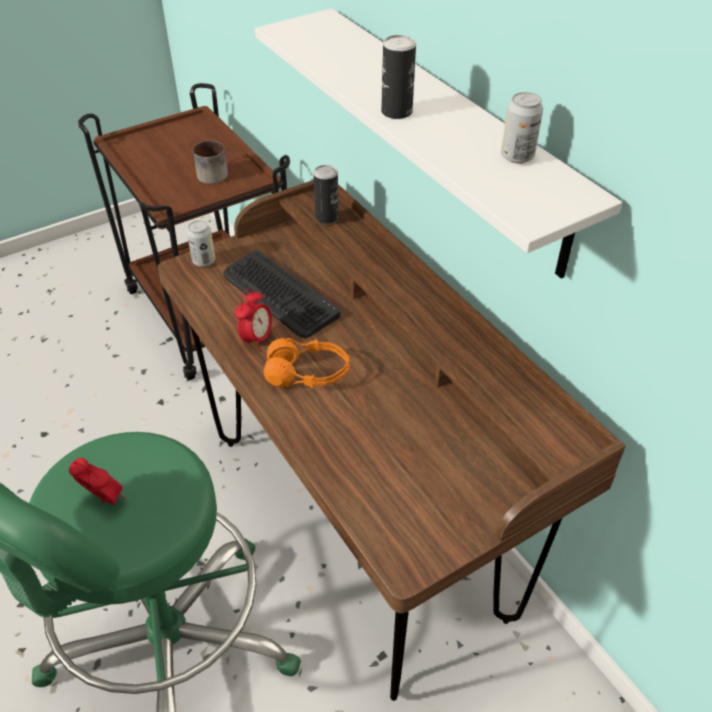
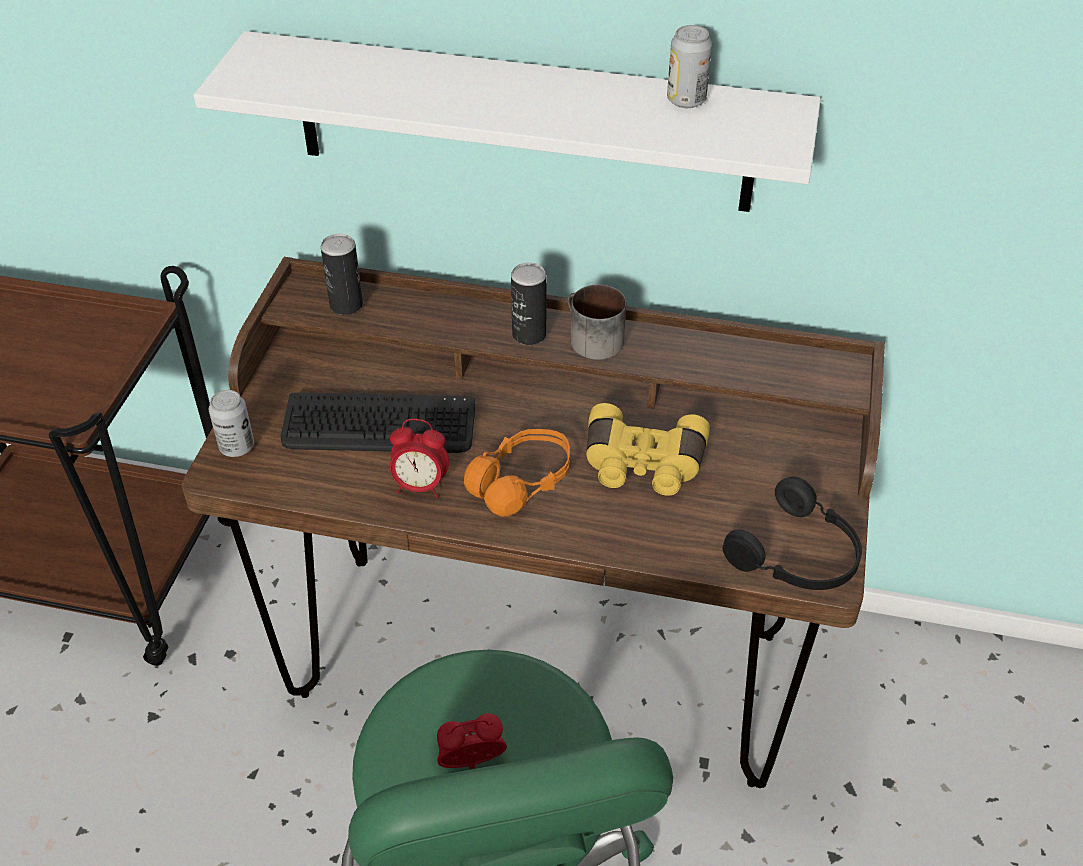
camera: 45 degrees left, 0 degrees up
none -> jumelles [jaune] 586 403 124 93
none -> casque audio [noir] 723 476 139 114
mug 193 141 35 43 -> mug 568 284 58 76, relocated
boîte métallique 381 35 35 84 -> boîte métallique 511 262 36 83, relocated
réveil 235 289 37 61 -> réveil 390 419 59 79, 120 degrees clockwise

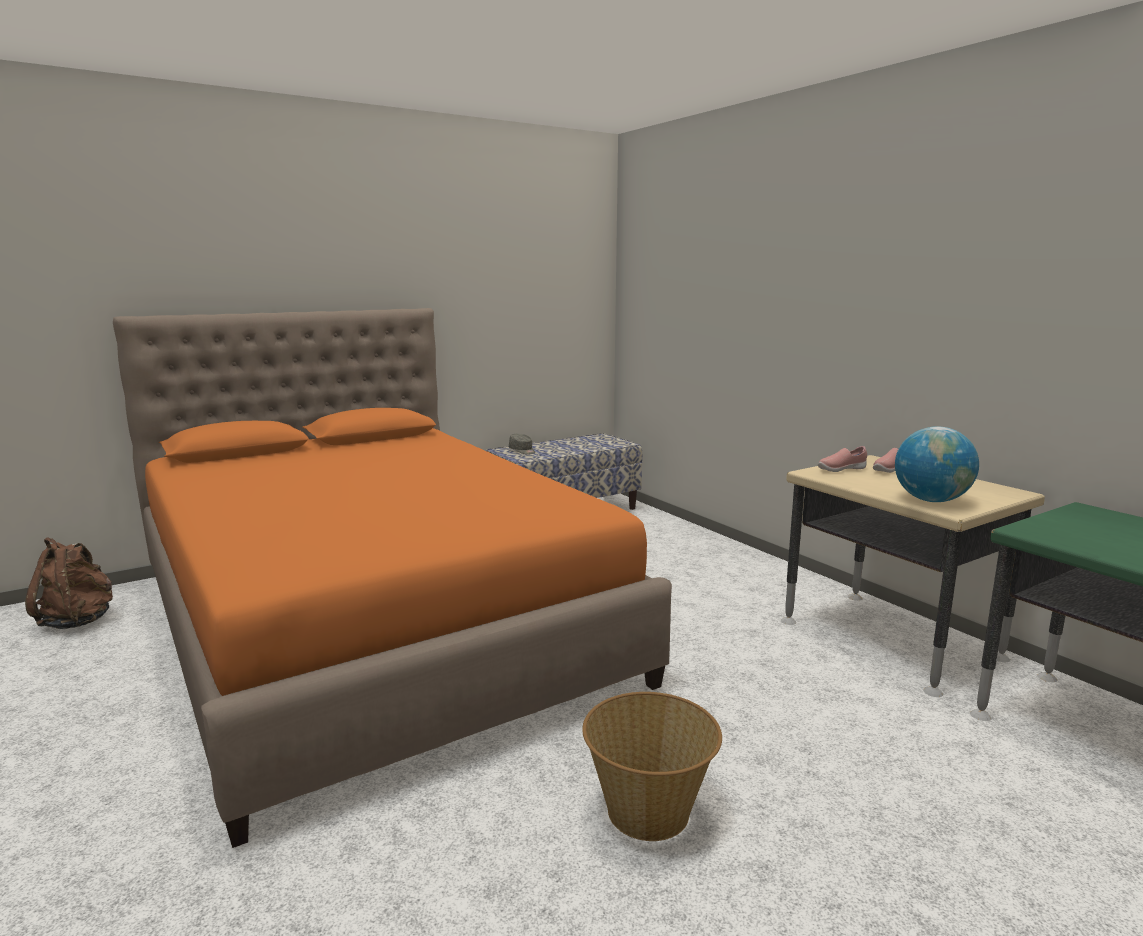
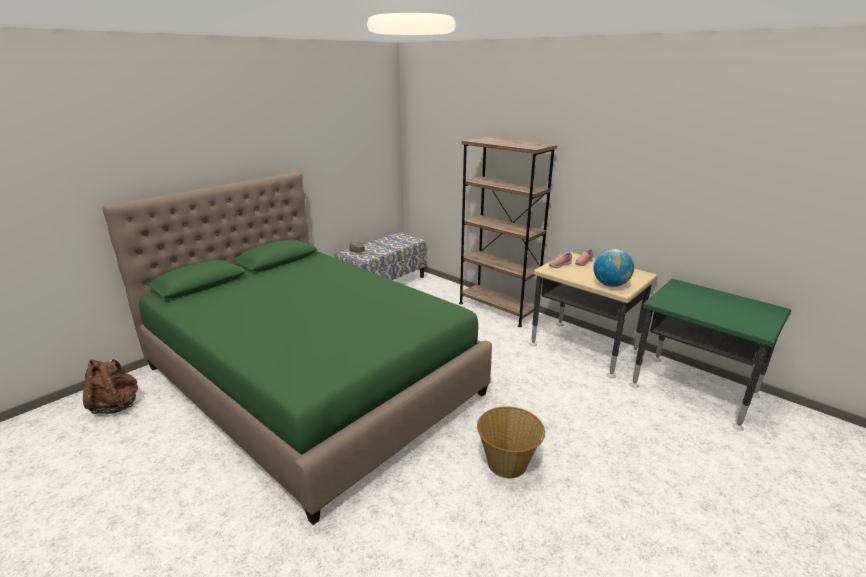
camera: 15 degrees left, 10 degrees up
none -> bibliothèque [marron] 459 137 98 190
lit [orange] 113 308 559 540 -> lit [vert] 102 172 390 353

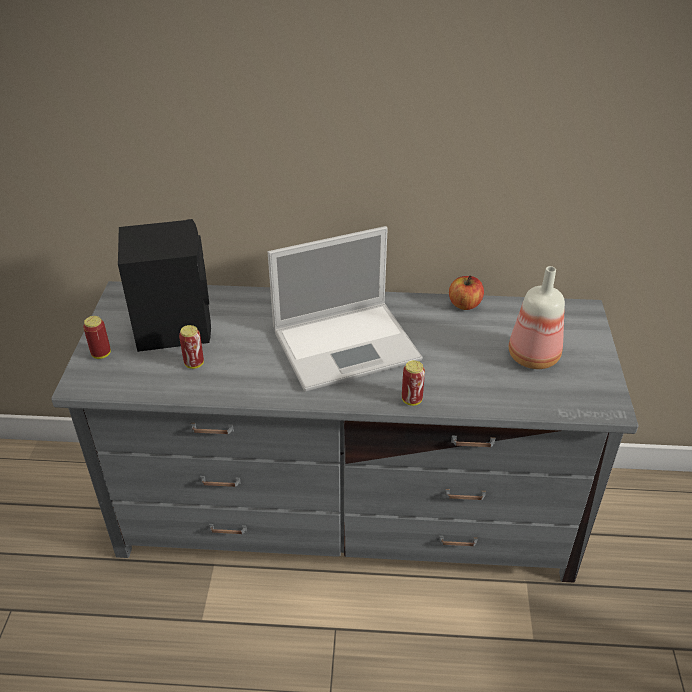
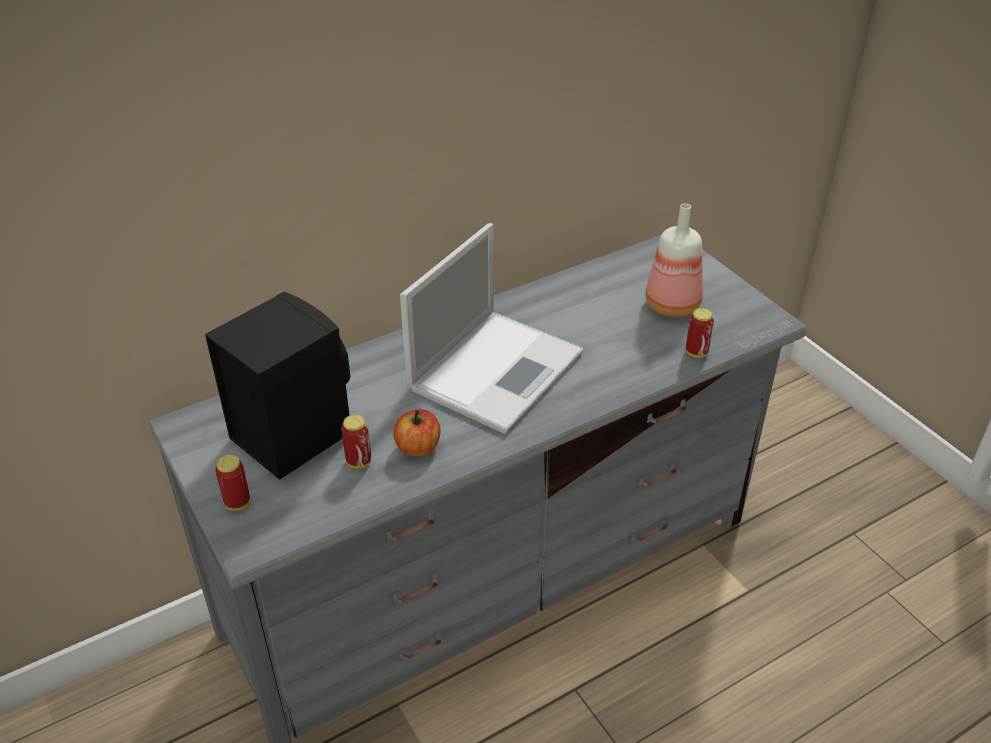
camera: 35 degrees left, 0 degrees up
boîte métallique 402 360 23 46 -> boîte métallique 686 308 28 50, relocated
pomme 449 276 35 34 -> pomme 394 409 47 47, relocated

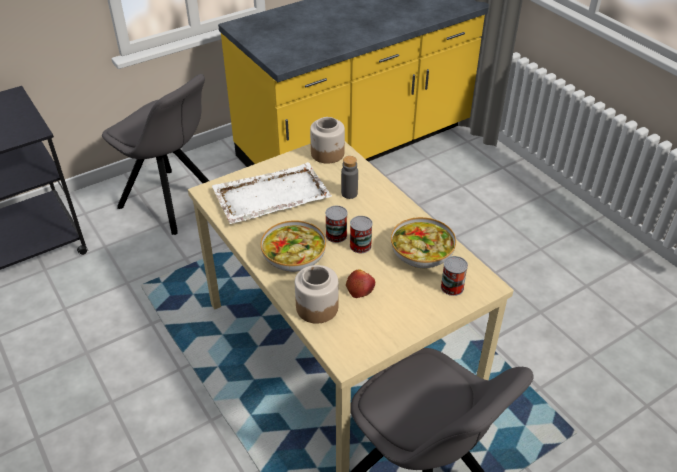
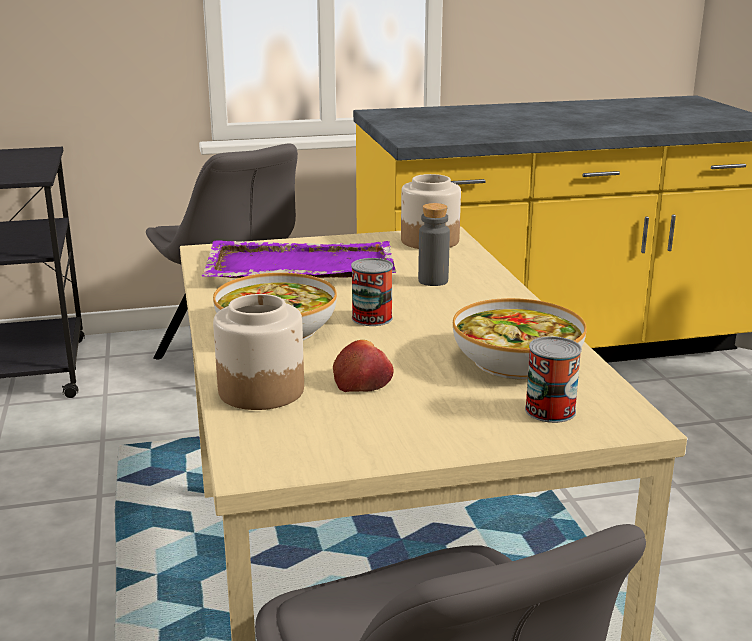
camera: 20 degrees right, 20 degrees down
boîte métallique 350 216 23 37 -> none
plateau [blanc] 212 162 120 62 -> plateau [violet] 201 241 195 37

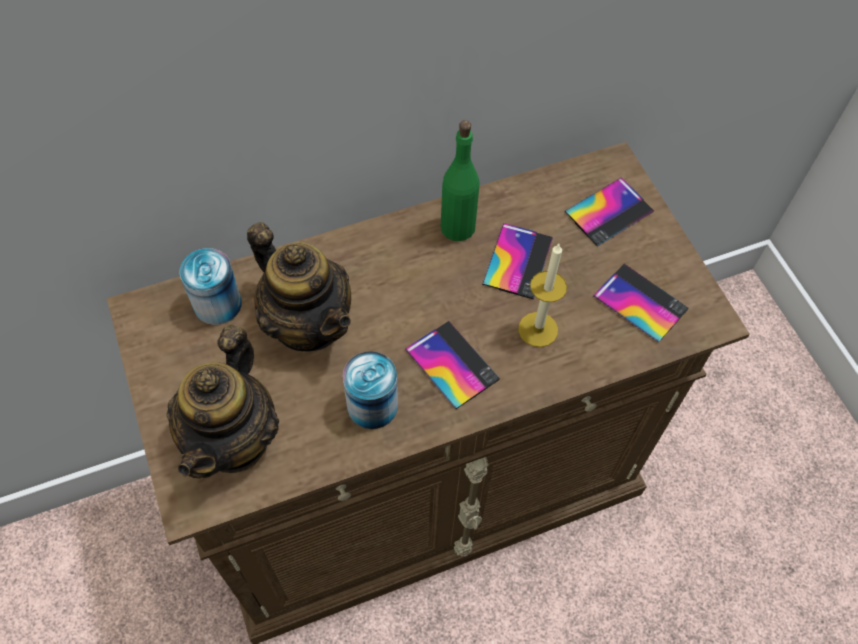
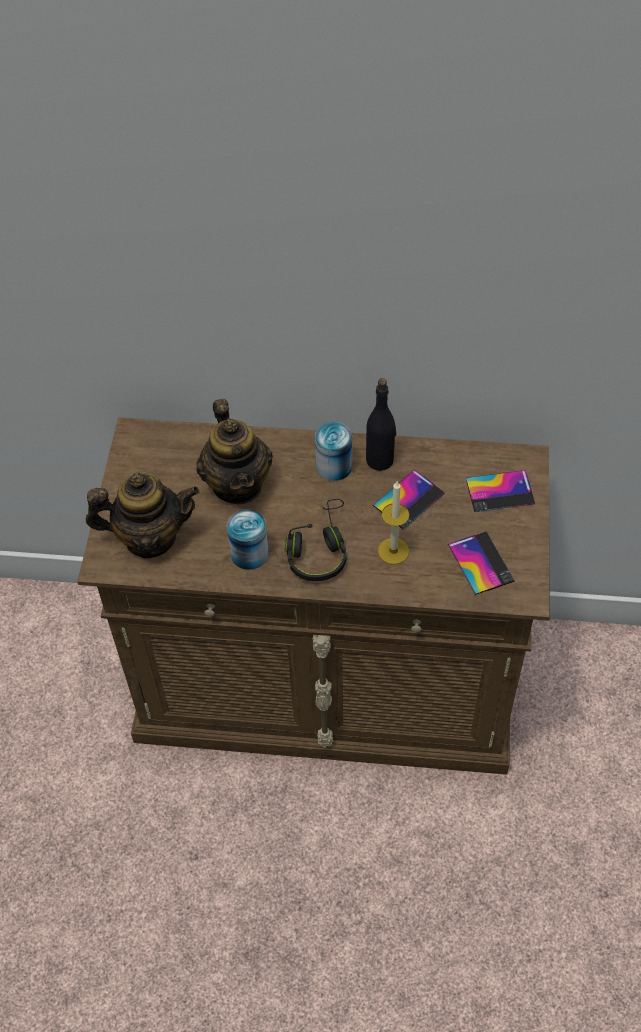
camera: 30 degrees right, 5 degrees down
boîte métallique 179 248 63 77 -> boîte métallique 315 422 37 59, relocated
téléphone 405 321 95 88 -> casque audio [noir] 285 499 62 82
bouteille [vert] 441 120 39 121 -> bouteille [noir] 366 378 30 93
théière 166 325 113 154 -> théière 86 472 113 86, 135 degrees counterclockwise

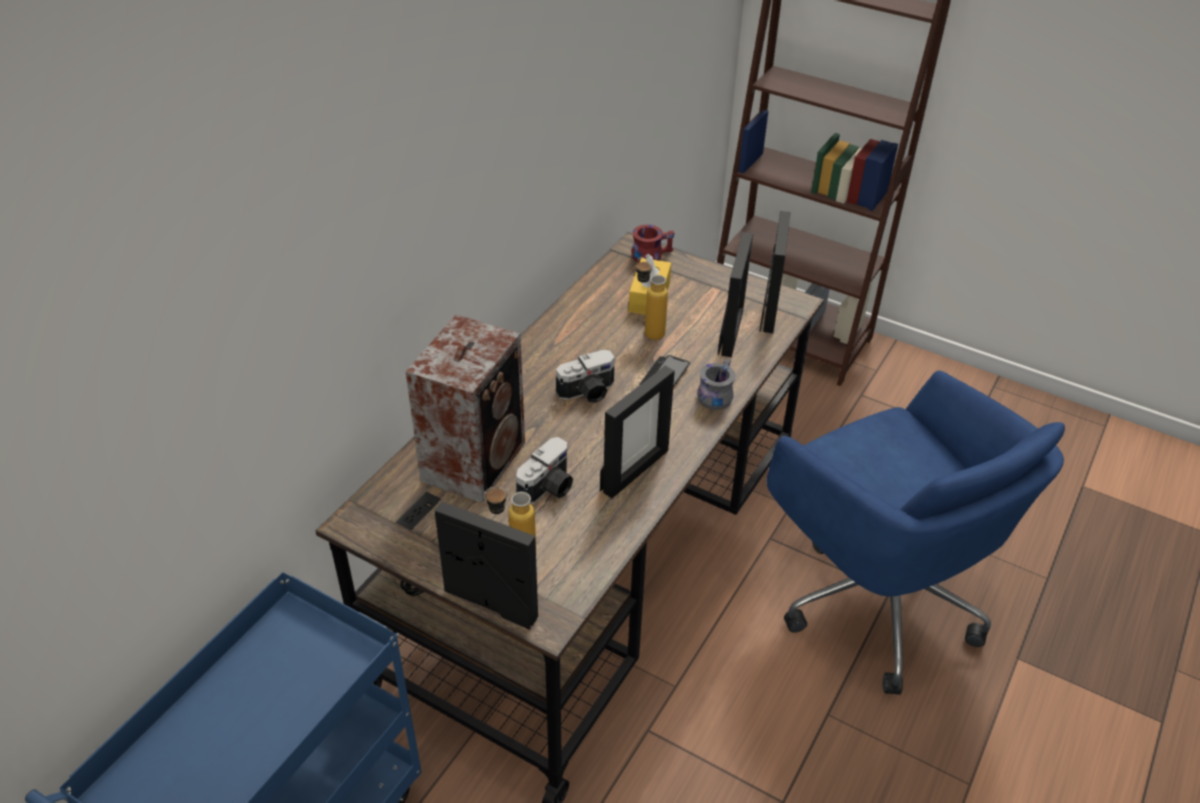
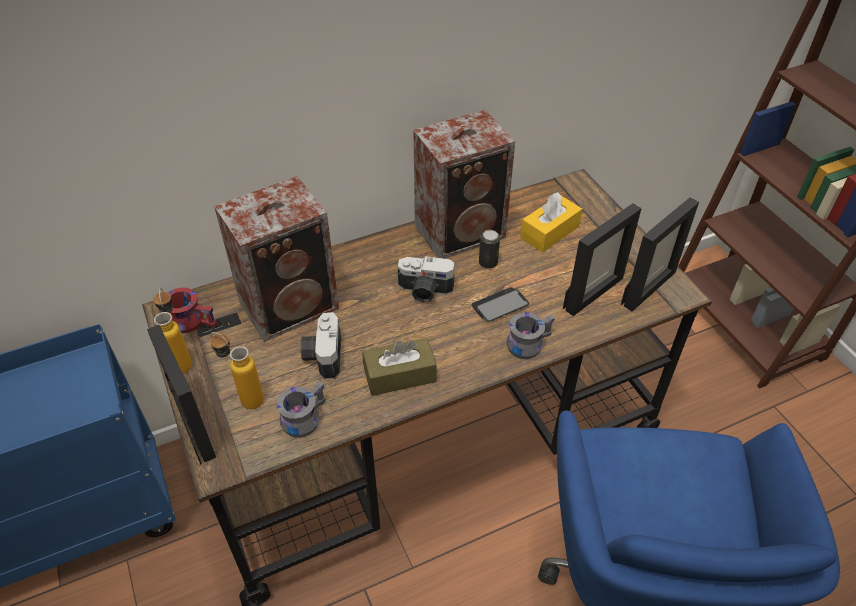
camera: 35 degrees right, 5 degrees up
none -> mug [gris] 276 381 50 57
none -> enceinte 413 110 102 148
none -> boîte métallique 479 230 21 39
mug [rouge] 631 225 44 38 -> mug [rouge] 168 288 49 45, relocated
bouteille 636 257 32 83 -> bouteille 153 288 39 86, relocated
cadre photo 600 366 75 132 -> boîte à mouchoirs [marron] 362 338 75 58
appareil photo 516 437 57 67 -> appareil photo 300 312 41 68, 105 degrees clockwise

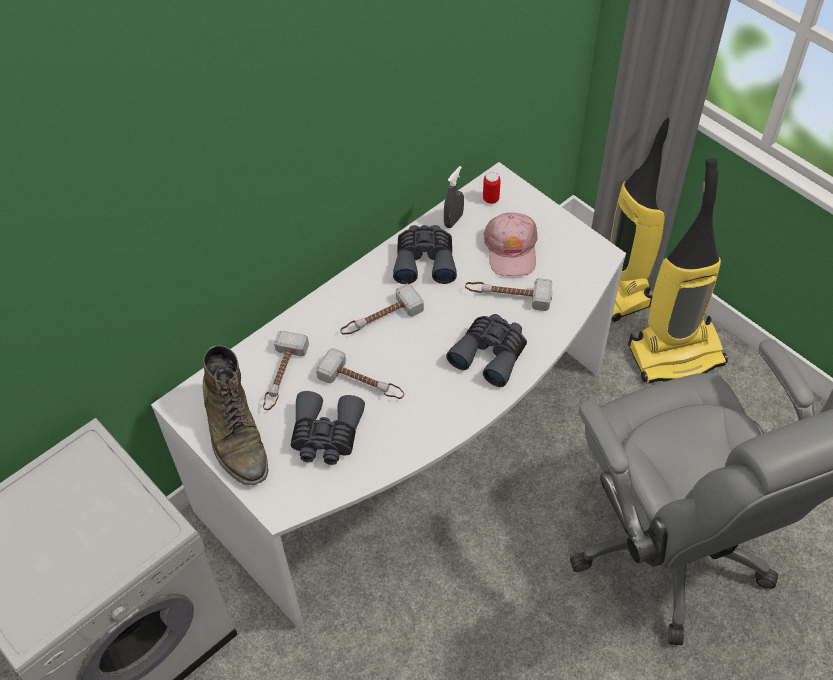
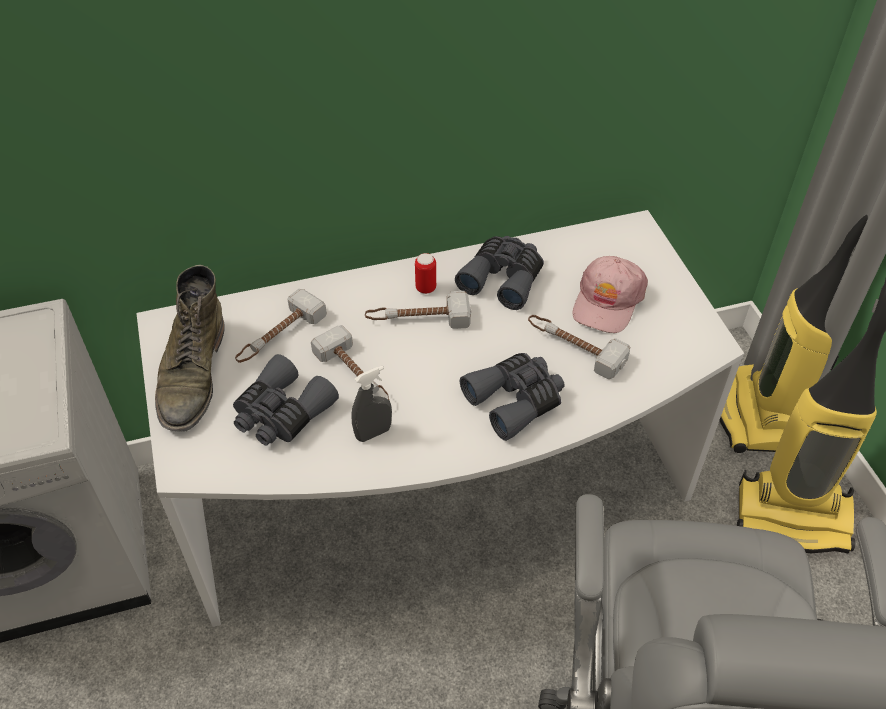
camera: 25 degrees right, 5 degrees down
vaporisateur [gris] 444 166 20 62 -> vaporisateur [gris] 351 366 41 76, relocated
boîte métallique 483 172 18 32 -> boîte métallique 415 253 21 41, relocated

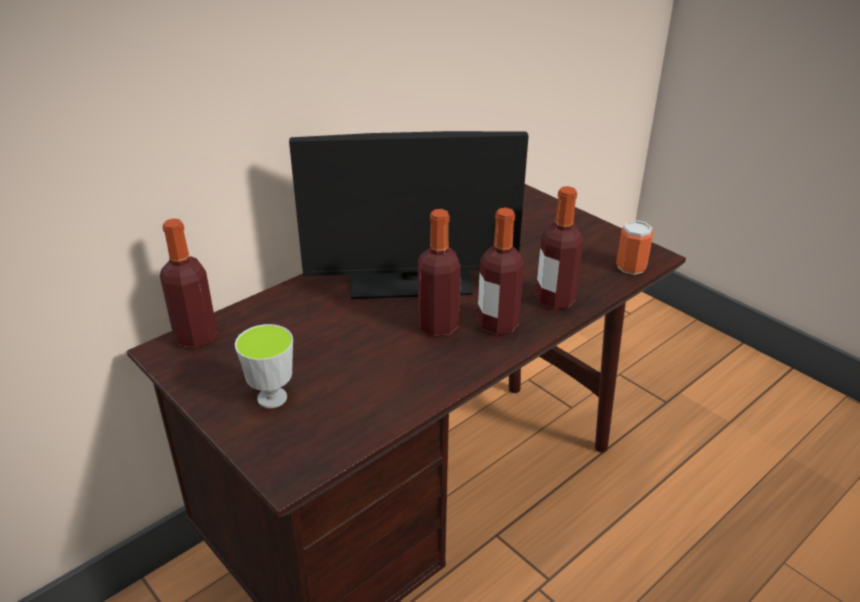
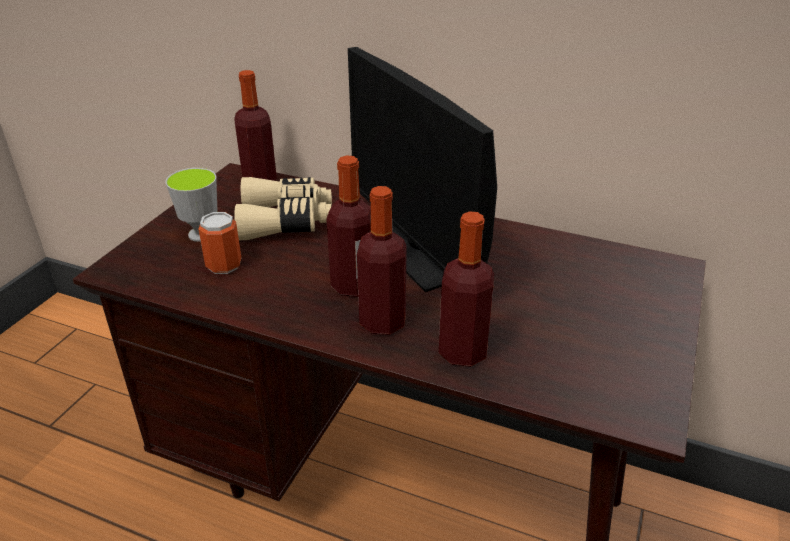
camera: 65 degrees right, 0 degrees up
none -> jumelles [beige] 234 177 98 63
boîte métallique 616 220 38 55 -> boîte métallique 198 212 43 62, relocated

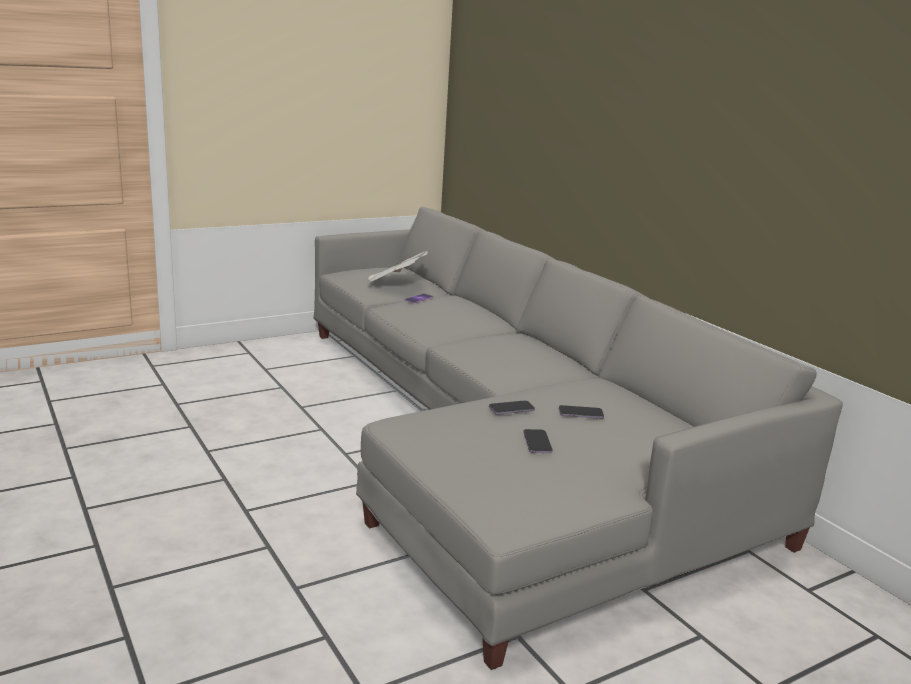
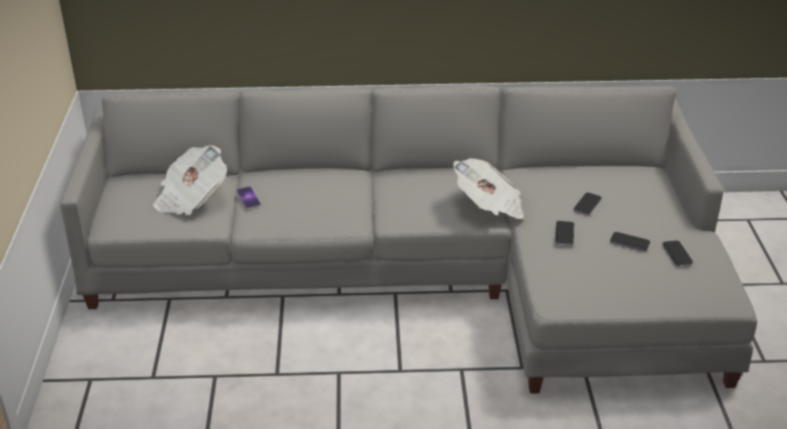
camera: 60 degrees left, 15 degrees up
none -> journal 453 158 71 61
none -> téléphone 662 240 31 26

